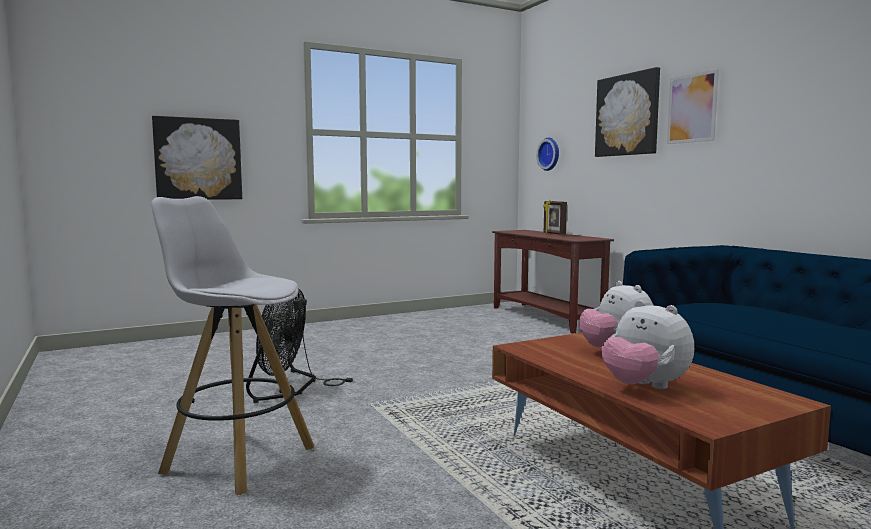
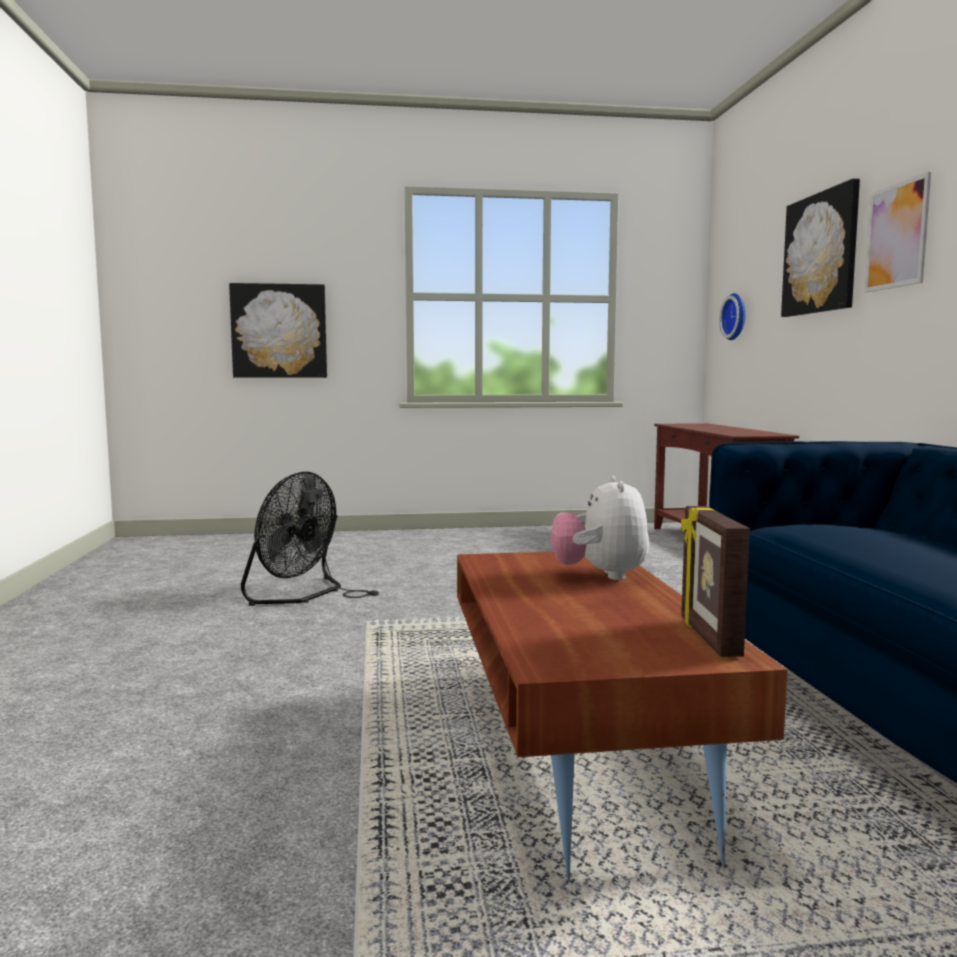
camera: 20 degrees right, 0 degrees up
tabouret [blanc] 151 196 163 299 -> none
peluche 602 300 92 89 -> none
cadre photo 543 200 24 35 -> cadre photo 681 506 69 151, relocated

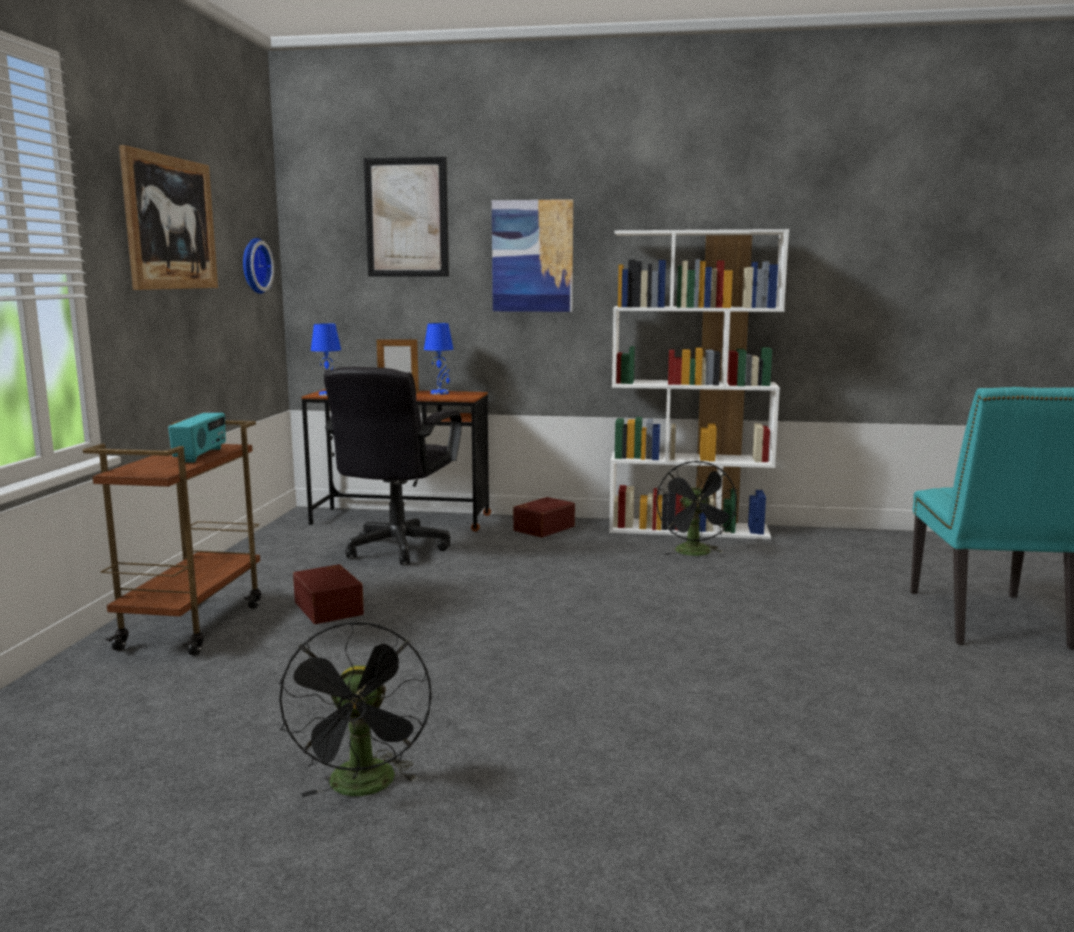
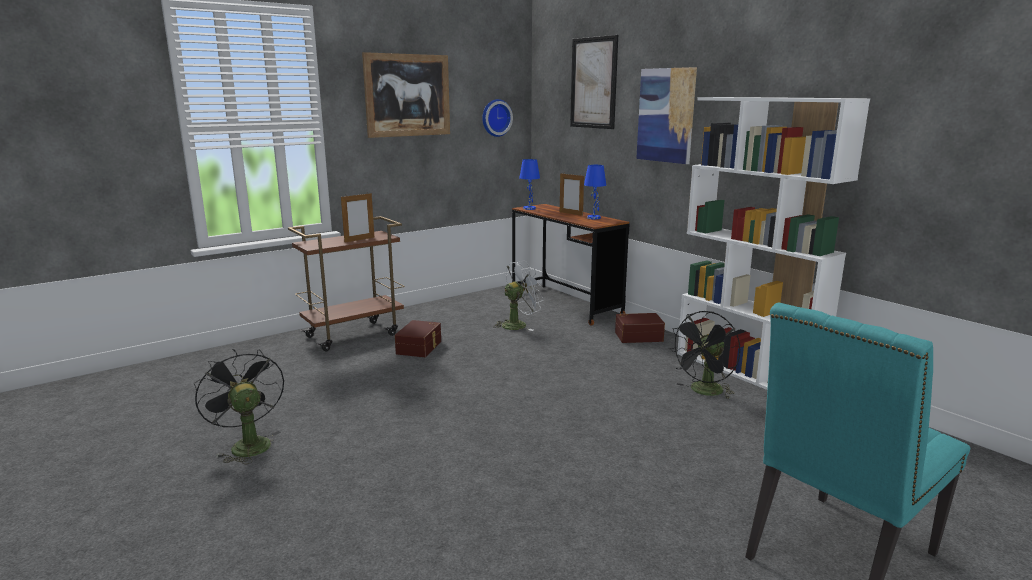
camera: 45 degrees right, 5 degrees up
radio 168 413 58 50 -> cadre photo 341 193 33 50
chaise de bureau [noir] 324 367 138 198 -> ventilateur [blanc] 493 260 51 71
ventilateur [noir] 279 621 153 176 -> ventilateur [noir] 193 349 91 115, 105 degrees clockwise

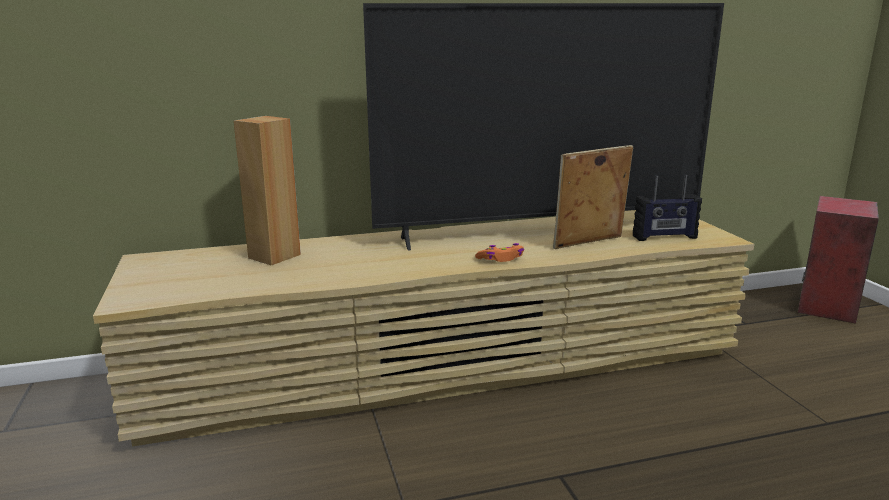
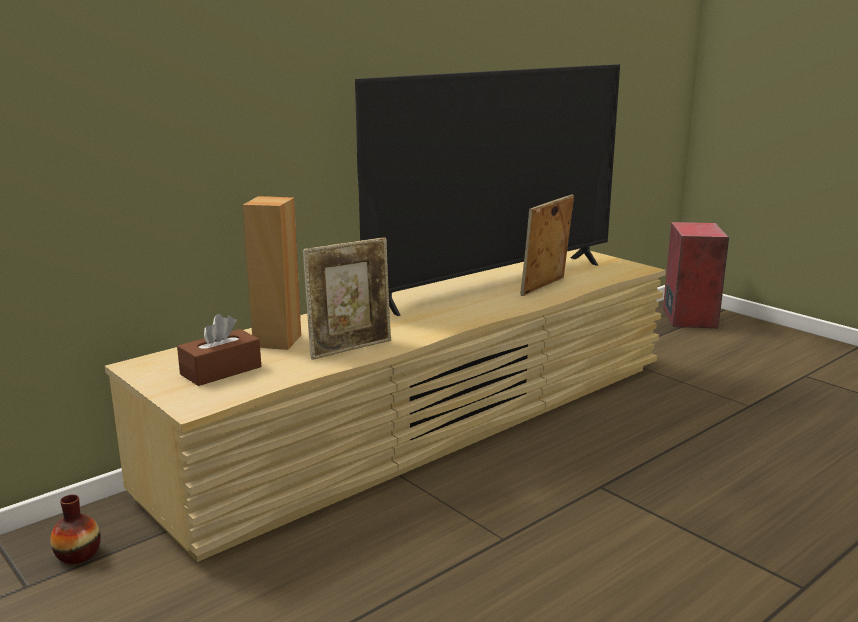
camera: 25 degrees left, 0 degrees up
manette [orange] 475 243 49 19 -> none
radio 633 175 69 66 -> none
none -> vase 50 494 51 70
none -> boîte à mouchoirs [marron] 177 314 84 72
none -> cadre photo 303 237 88 123

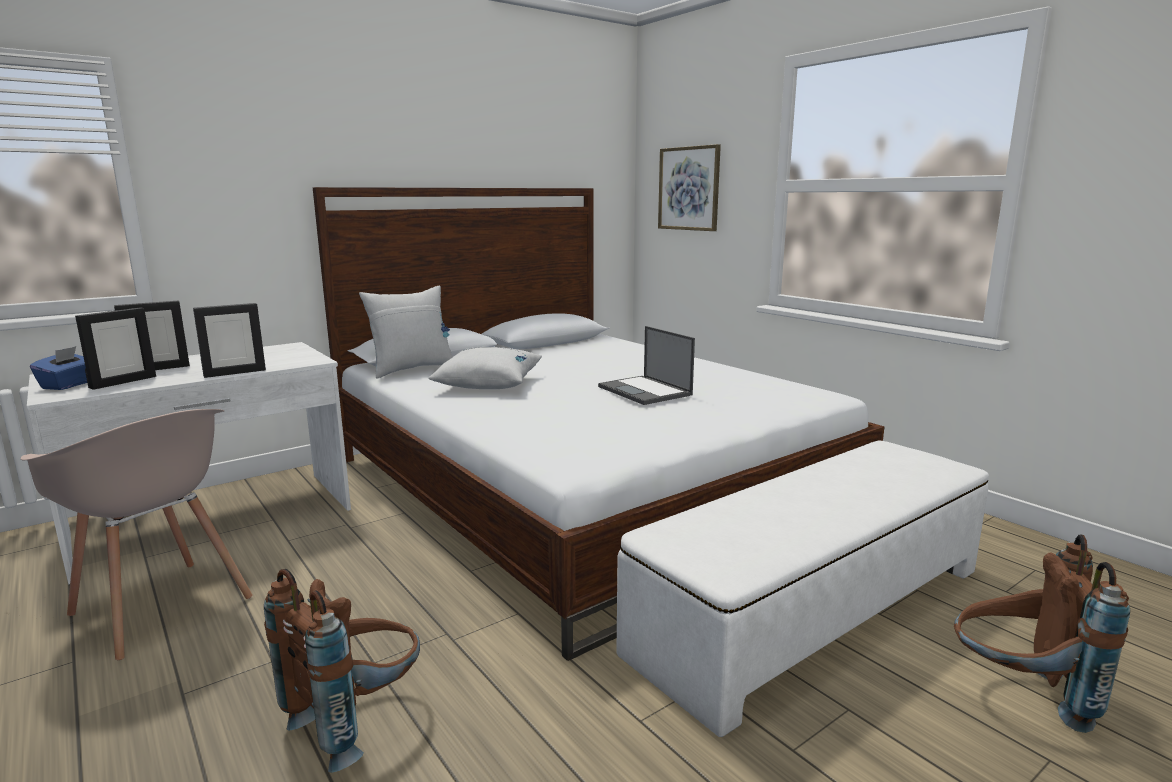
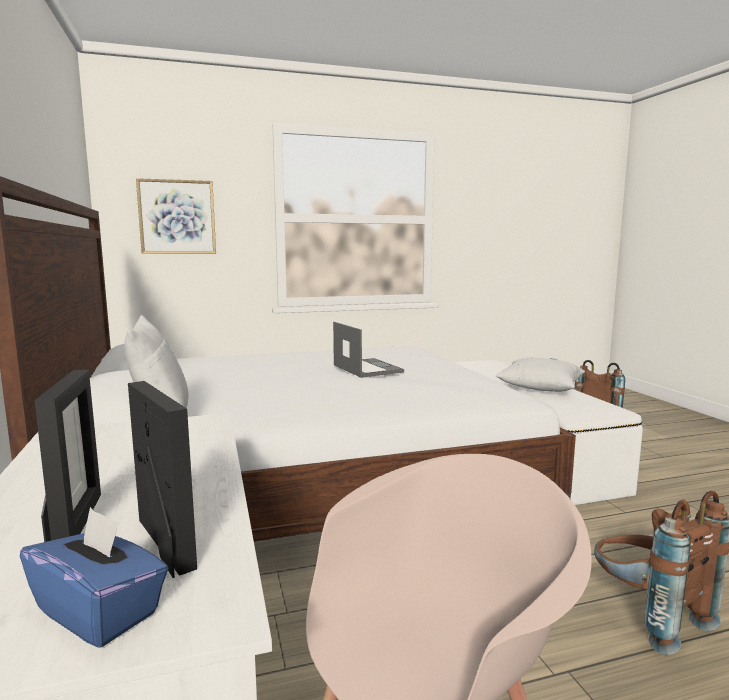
camera: 70 degrees left, 5 degrees down
cadre photo 193 303 73 75 -> none
coussin [gris] 429 347 113 42 -> coussin [gris] 495 357 90 35, relocated
ordinateur portable 598 326 97 79 -> ordinateur portable 333 322 71 56, 105 degrees counterclockwise

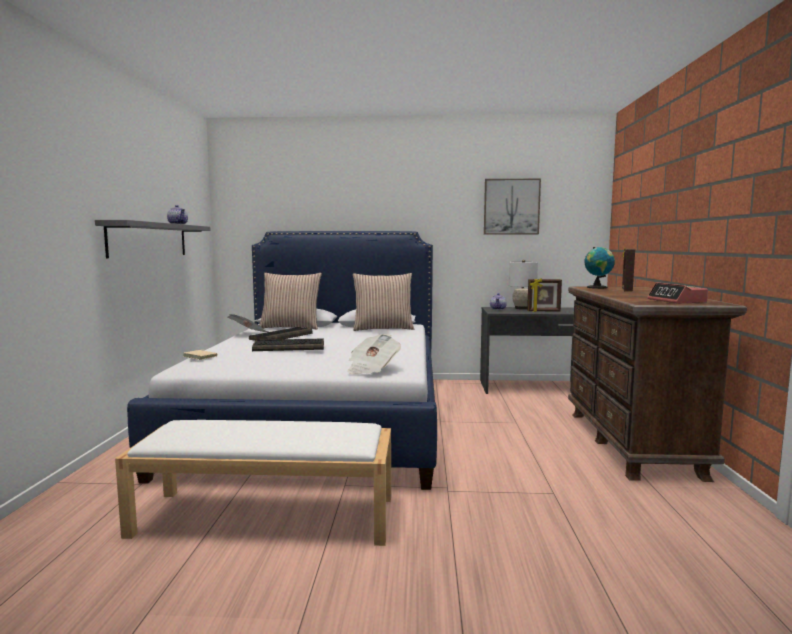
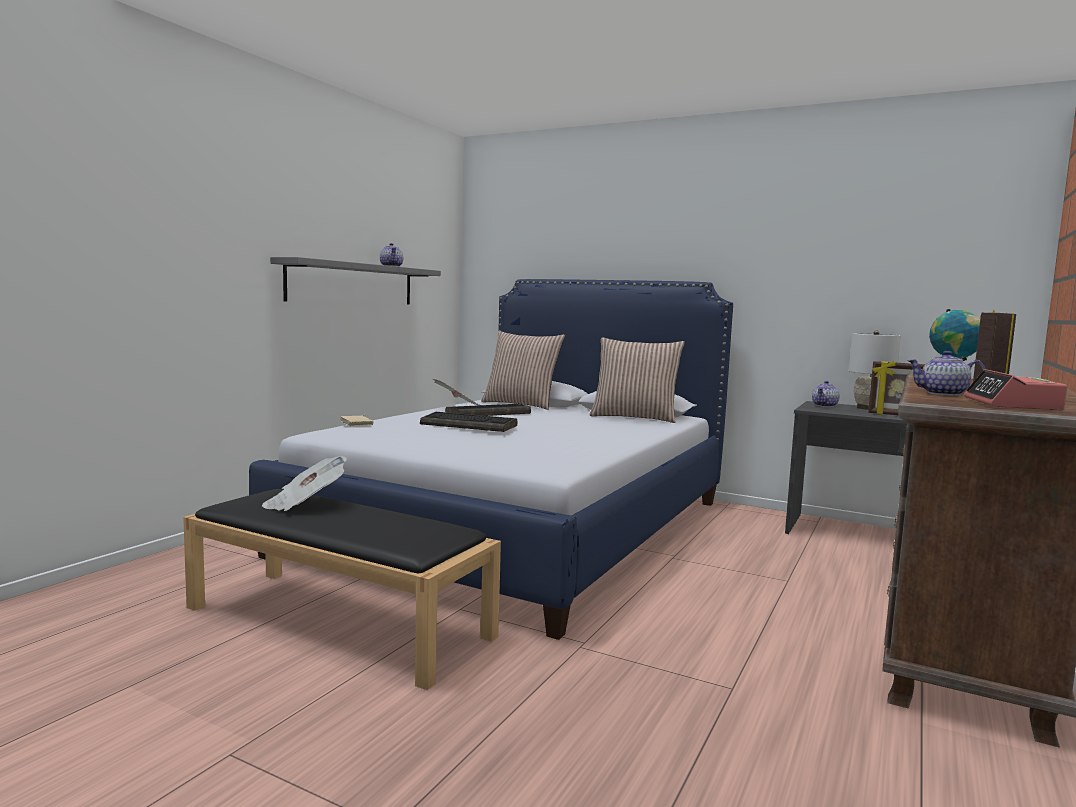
camera: 25 degrees right, 0 degrees up
tableau 484 179 57 55 -> none
none -> théière 907 351 79 45
journal 348 334 53 40 -> journal 262 456 86 55, relocated
banc [blanc] 115 420 276 126 -> banc [noir] 183 489 318 201

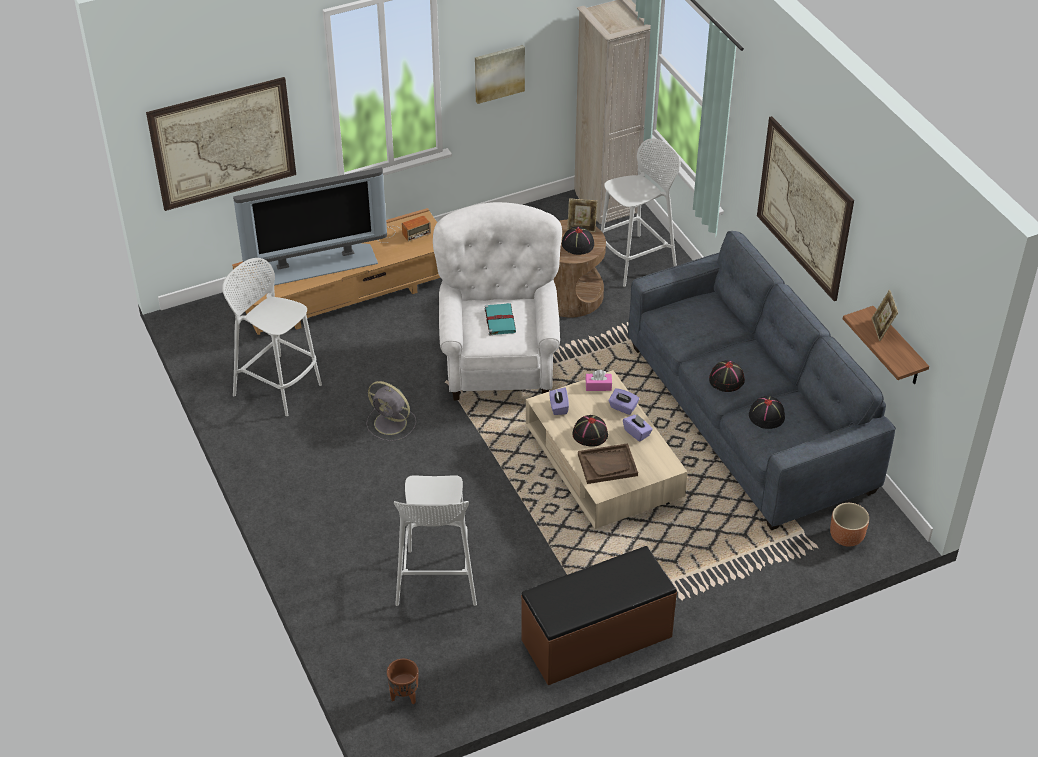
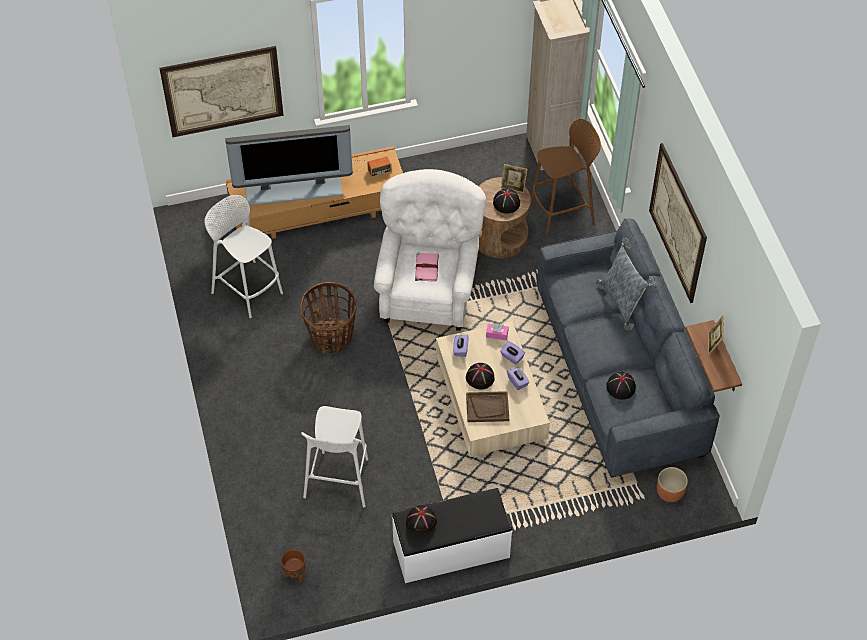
camera: 10 degrees right, 10 degrees up
tableau 475 45 50 59 -> none
none -> coussin 596 237 61 93
chapeau [noir] 709 360 36 32 -> chapeau [noir] 406 505 31 30, relocated
ventilateur [gris] 366 381 50 60 -> panier 300 282 57 71
livre [turquoise] 485 303 31 32 -> livre [rose] 415 252 24 30
banc [marron] 521 546 156 139 -> banc [blanc] 392 488 120 95
tabouret [blanc] 601 138 80 149 -> tabouret [marron] 530 119 71 116

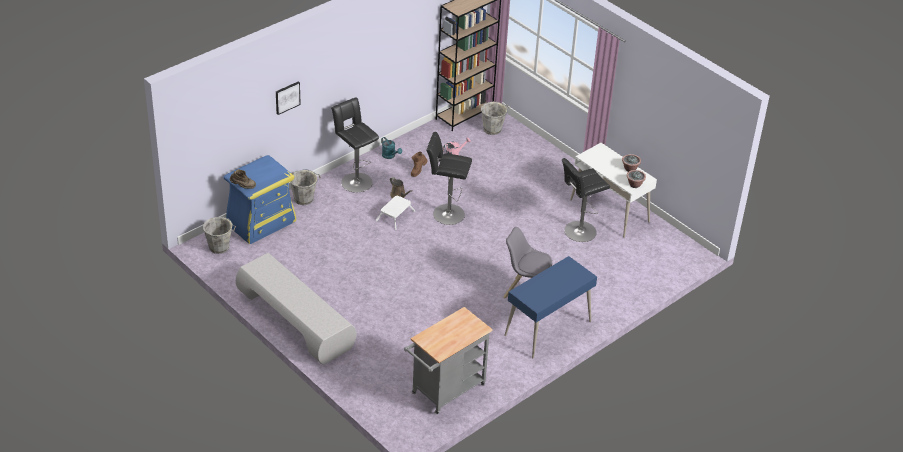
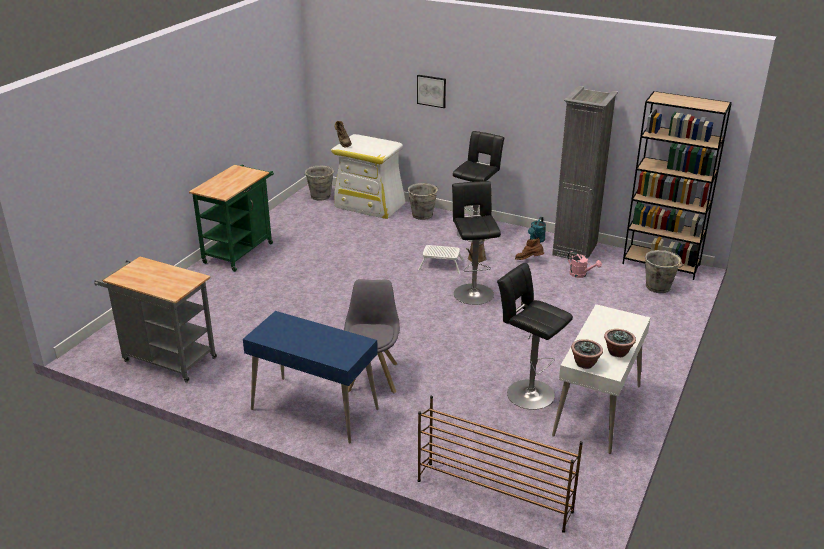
camera: 70 degrees right, 10 degrees down
none -> étagère à chaussures [marron] 418 396 165 137
none -> meuble de rangement [gris] 552 86 66 174
banc [gris] 236 253 120 112 -> chariot [vert] 189 165 85 107
table de chevet [bleu] 223 155 73 89 -> table de chevet [blanc] 331 134 75 85

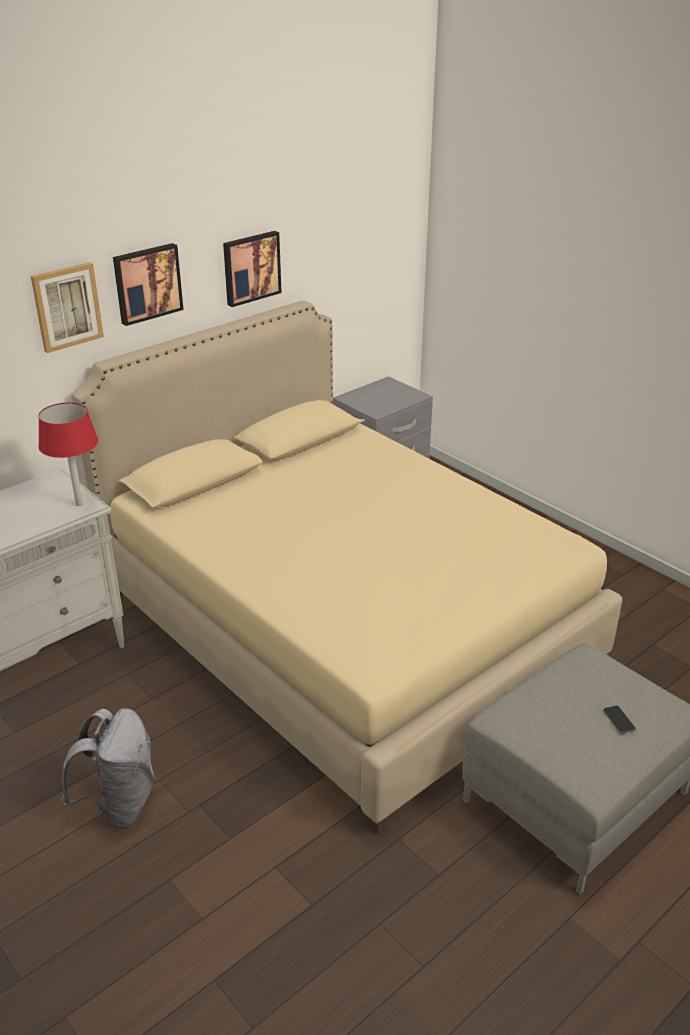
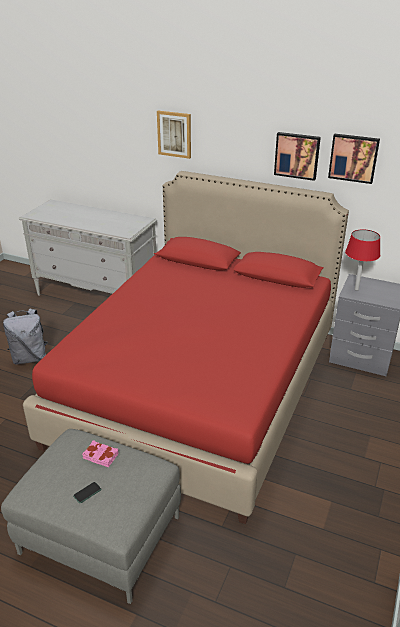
camera: 65 degrees right, 0 degrees up
none -> livre [rose] 82 440 37 27
lampe de table [rouge] 38 402 60 104 -> lampe de table [rouge] 345 229 35 62, relocated
tableau 113 243 71 83 -> tableau 328 134 52 50, relocated
lit [beige] 71 301 552 533 -> lit [rouge] 23 171 326 353

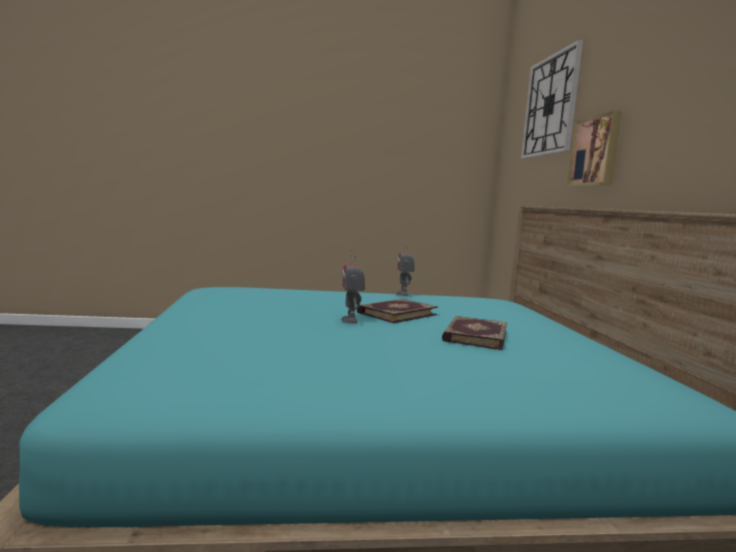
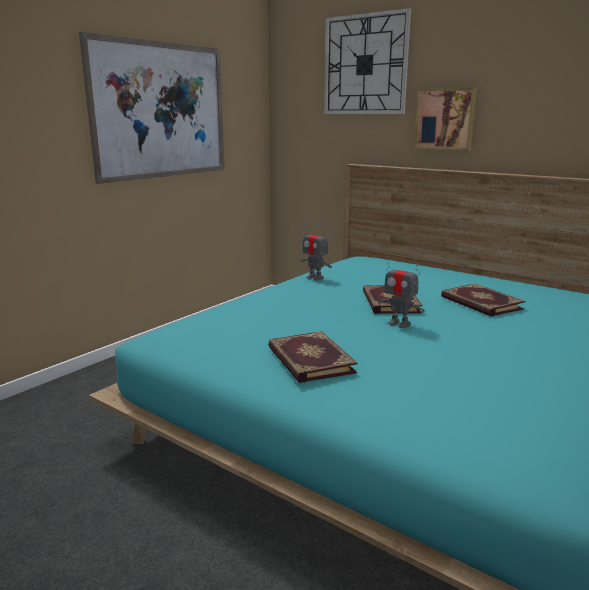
camera: 45 degrees left, 10 degrees up
none -> tableau 79 32 146 152
none -> livre 268 331 89 52

